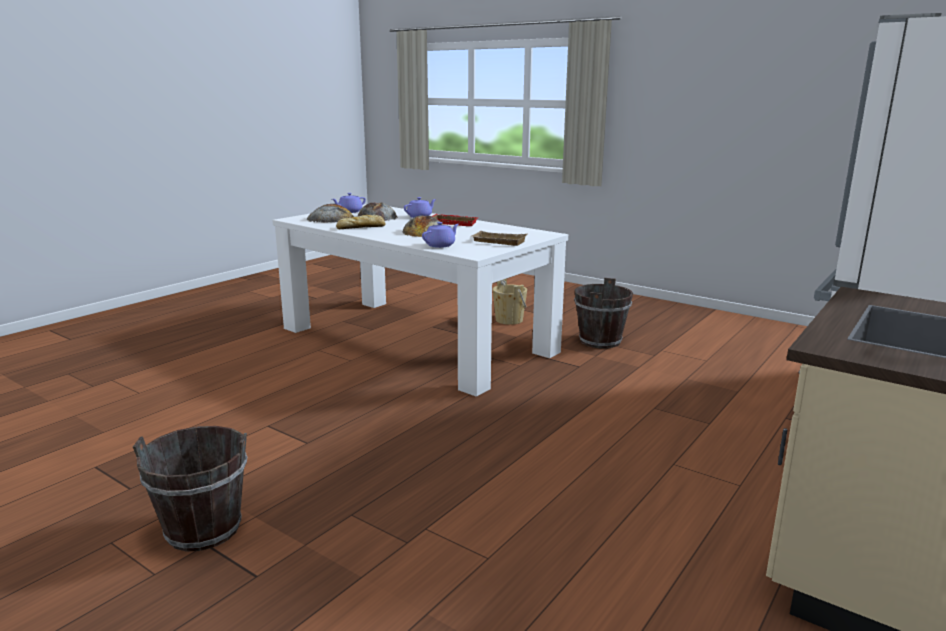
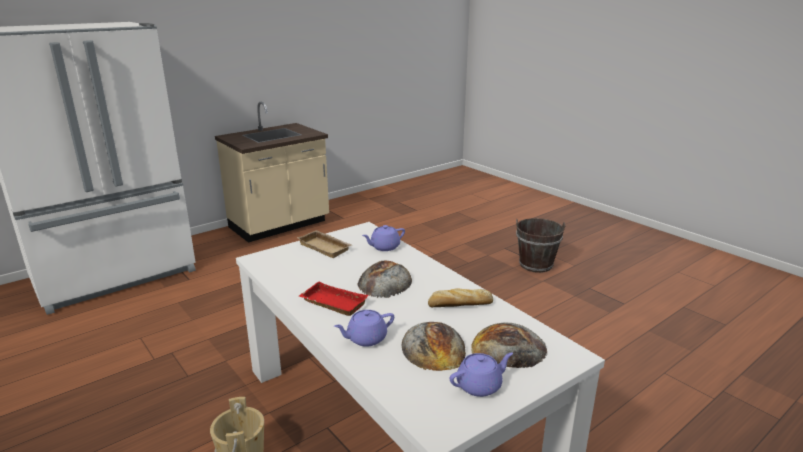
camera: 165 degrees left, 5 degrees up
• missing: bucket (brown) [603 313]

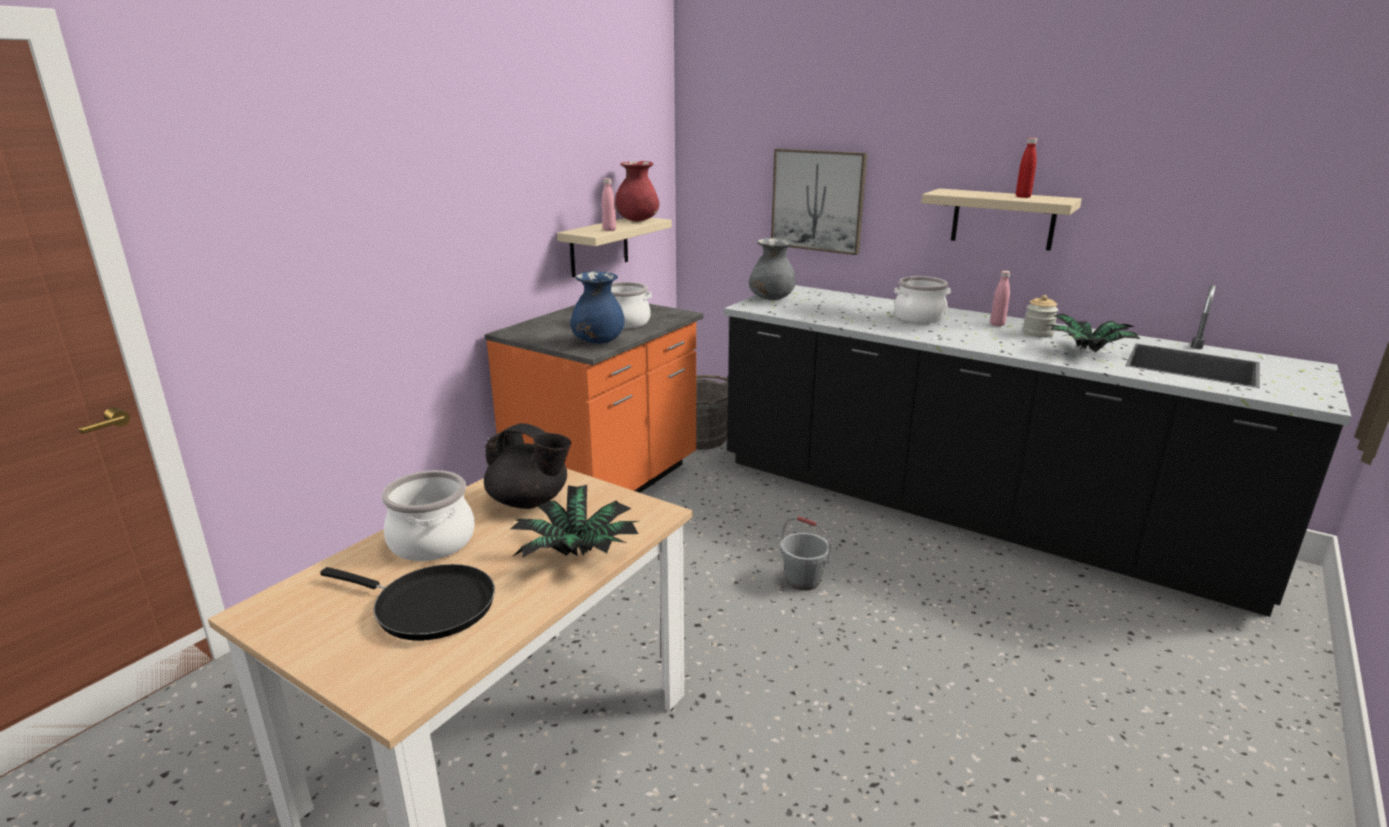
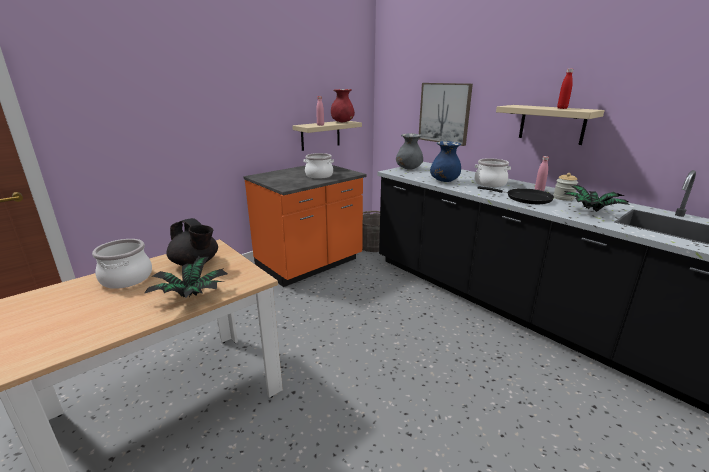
camera: 15 degrees right, 0 degrees up
• relocated: frying pan (black) [407 602] to [516 195]
• relocated: vase (blue) [597 307] to [445 161]
• missing: bucket (grey) [805 553]

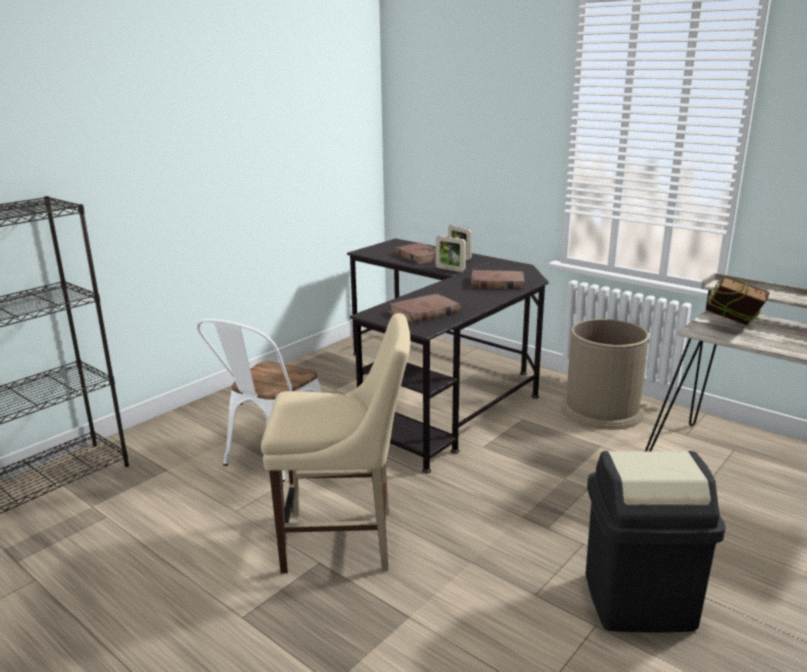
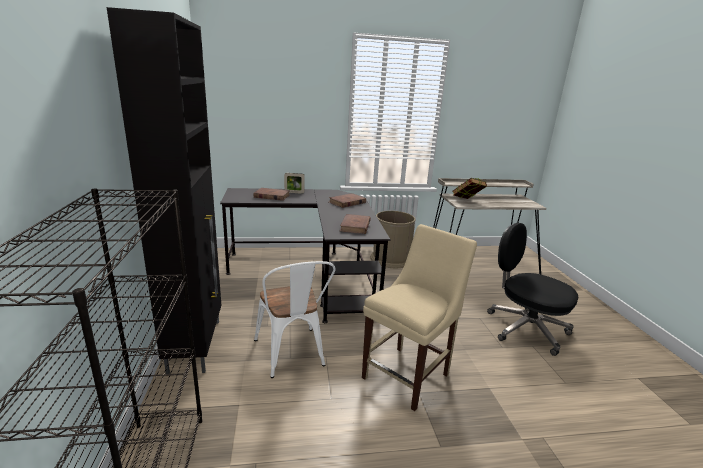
camera: 50 degrees left, 0 degrees up
• missing: picture frame [451 253]
• exchanged: trash can (black) [656 541] to office chair (black) [532 289]
• appeared: cabinet (black) [164 190]

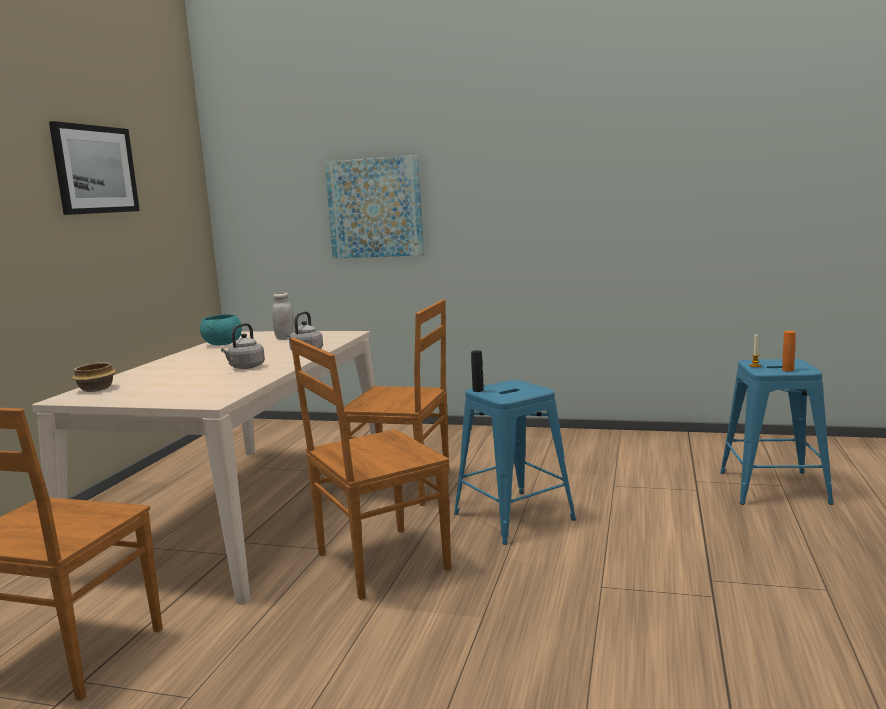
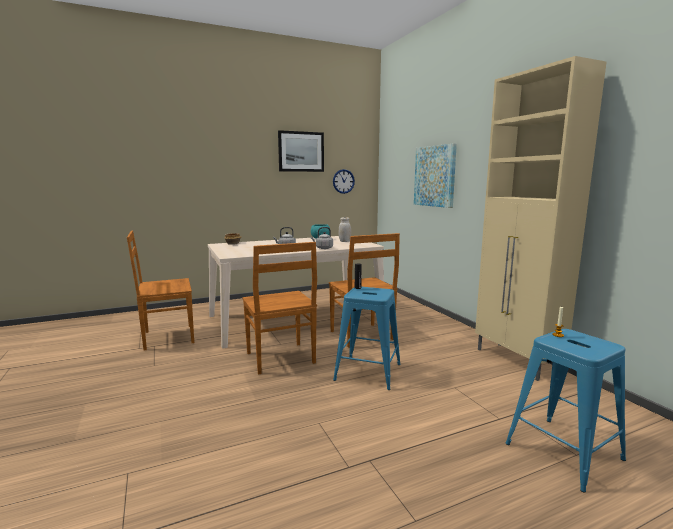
camera: 50 degrees right, 0 degrees up
• spun: chair (brown) [370 468] = [279 308] 135 degrees counterclockwise
• missing: bottle (orange) [789 351]
• appeared: wall clock [344 181]
• appeared: cabinet (beige) [541 218]

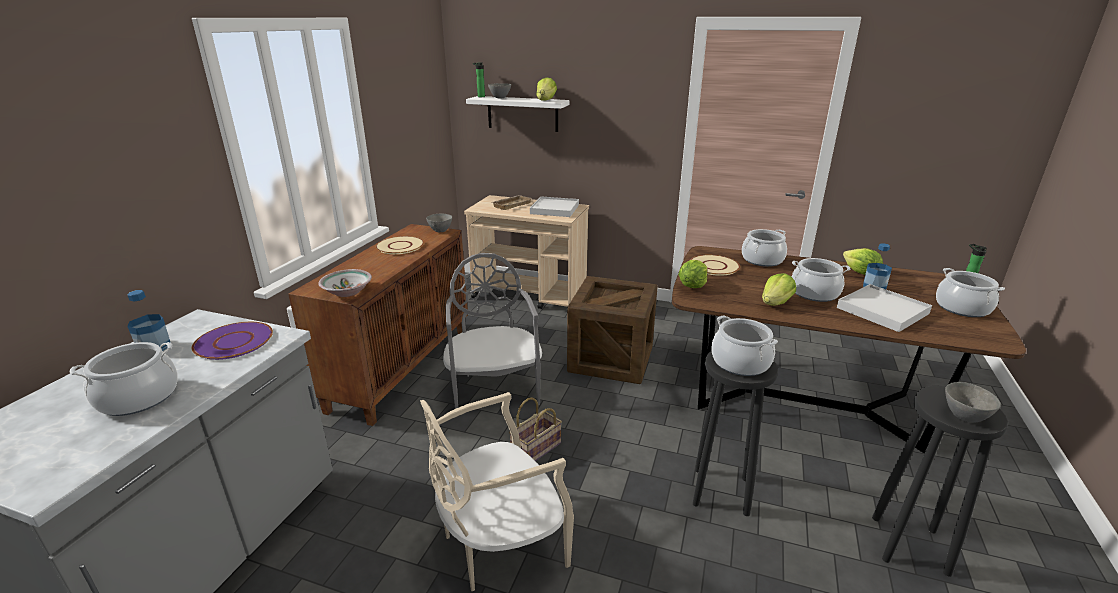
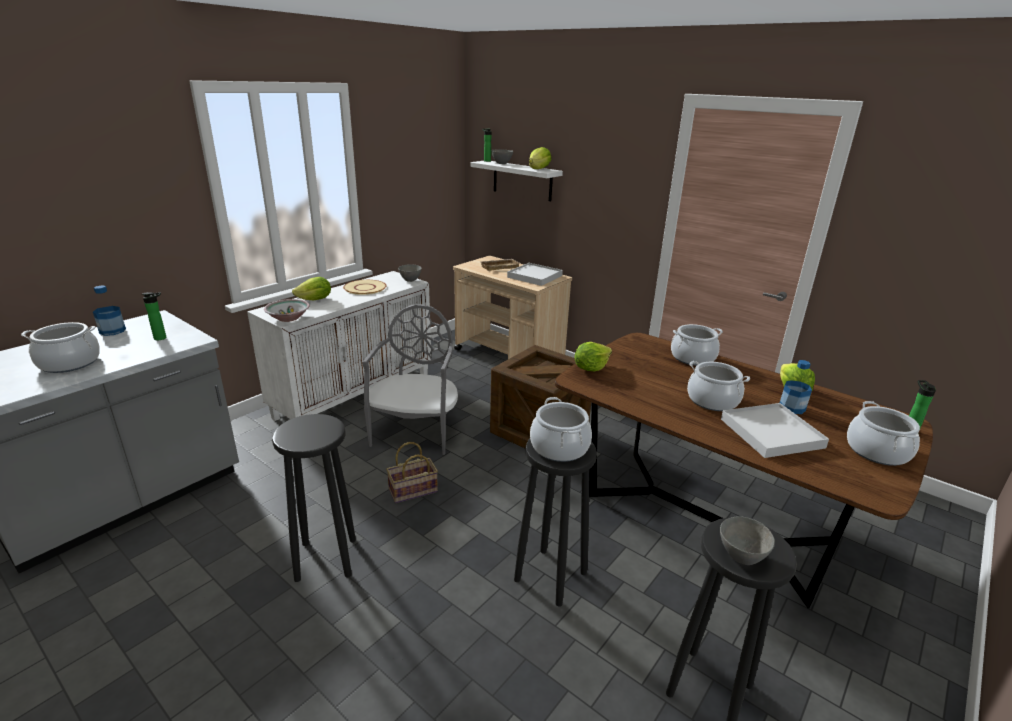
camera: 20 degrees right, 0 degrees up
• exchanged: plate (purple) [232 341] to bottle [154 316]
• colour: cabinet (brown) [378 325] to cabinet (white) [339 346]
• exchanged: chair (beige) [497 491] to stool (black) [314 498]
• missing: plate (beige) [715 265]
• relocated: lettuce [779 289] to [311 288]

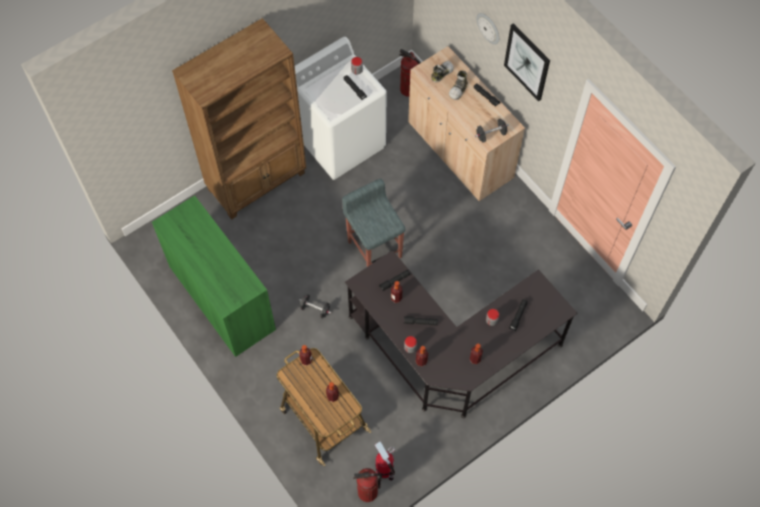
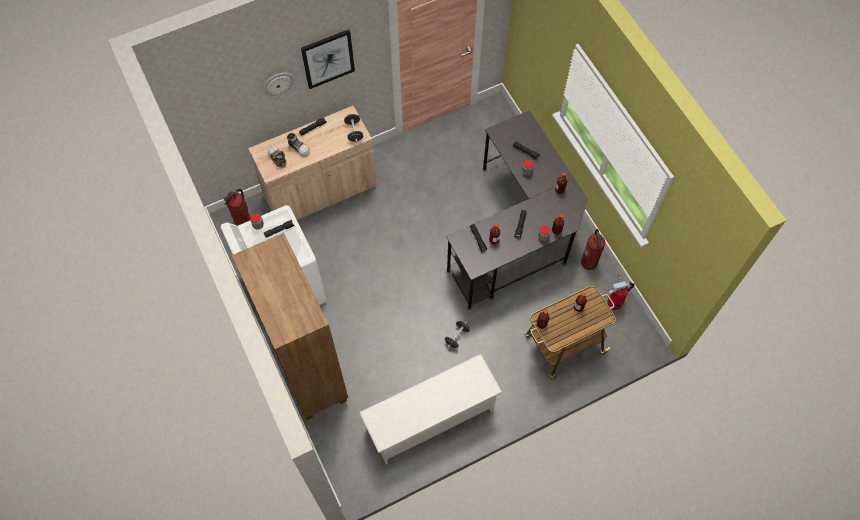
camera: 80 degrees left, 0 degrees up
• exchanged: cabinet (green) [214 276] to shoe rack (white) [430 409]
• missing: stool (grey) [374 223]
• relocated: fire extinguisher [367 485] to [593 249]

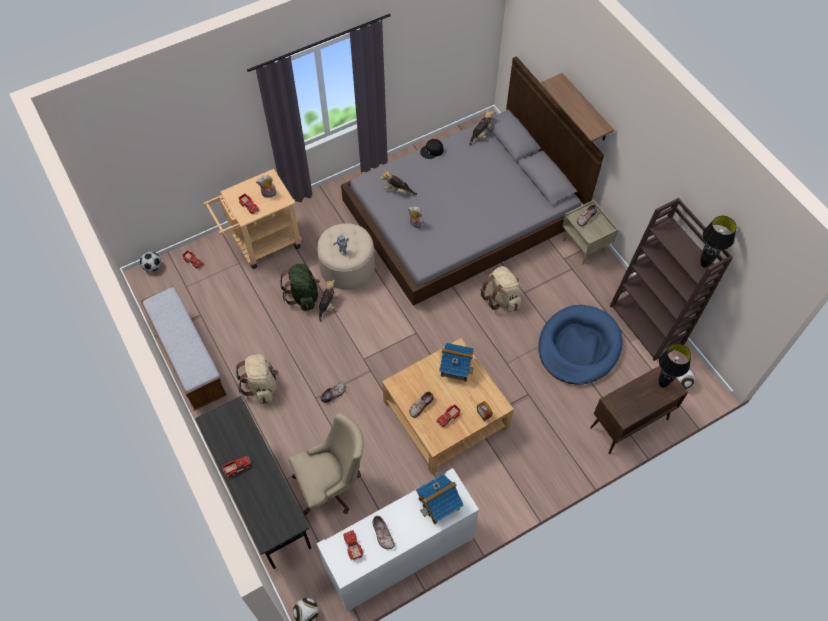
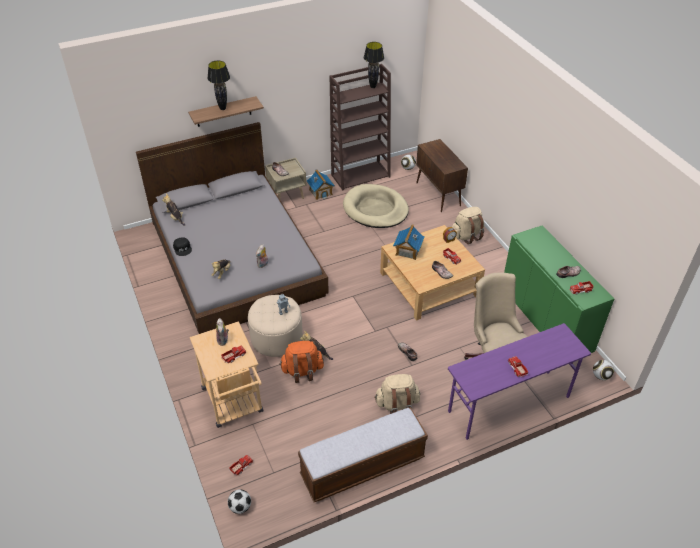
camera: 85 degrees left, 15 degrees down
• colour: desk (grey) [253 482] to desk (purple) [519 381]
• colour: backpack (green) [300 287] to backpack (orange) [301 362]
• colour: cabinet (white) [397 540] to cabinet (green) [559 289]
• relocated: toy house [440 499] to [321 184]
• relocated: backpack (beige) [501 289] to [468 225]
• colour: dog bed (blue) [580 345] to dog bed (beige) [376 206]
• relocated: table lamp (black) [675 366] to [218 85]

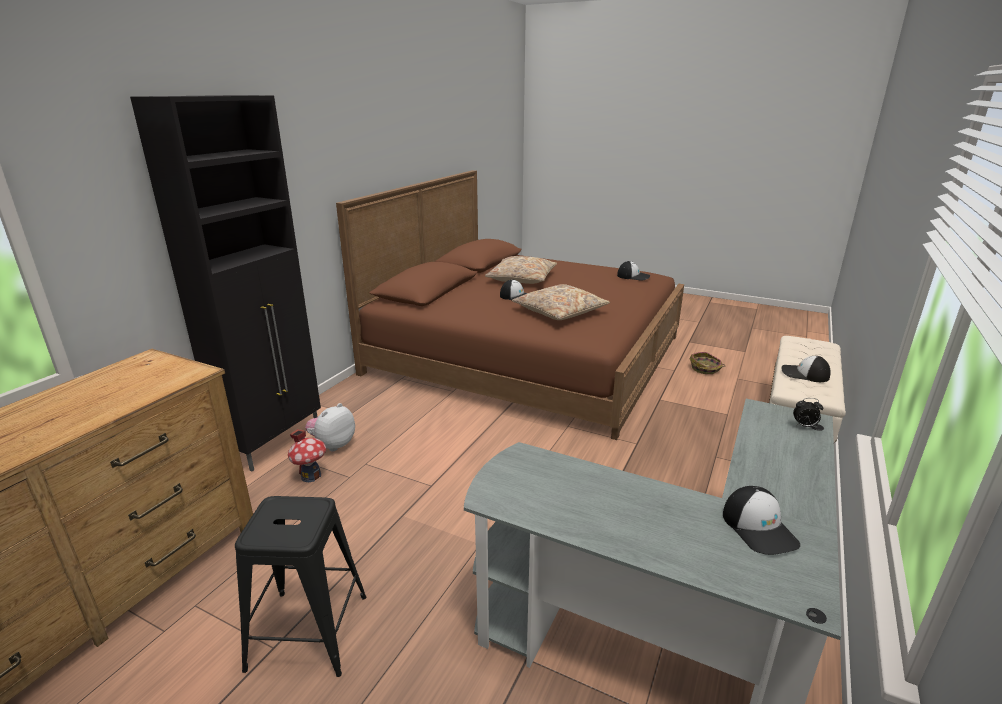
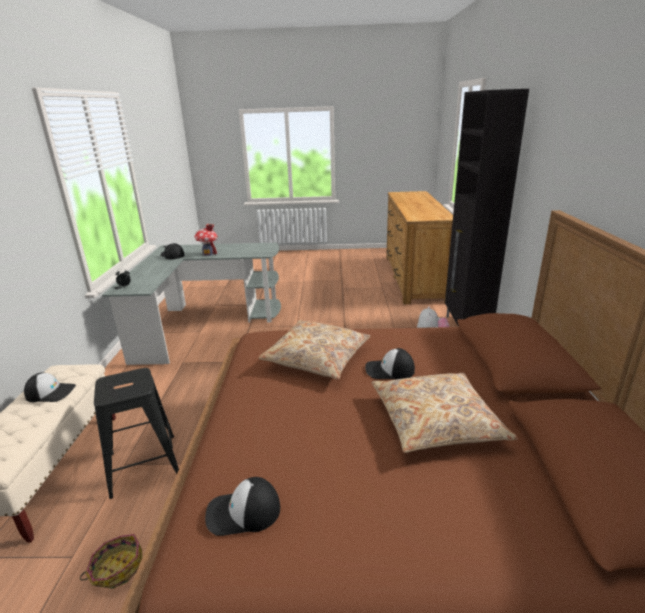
camera: 155 degrees right, 0 degrees up
• relocated: stool (black) [300 586] to [136 433]
• relocated: toy house [307 455] to [206 240]

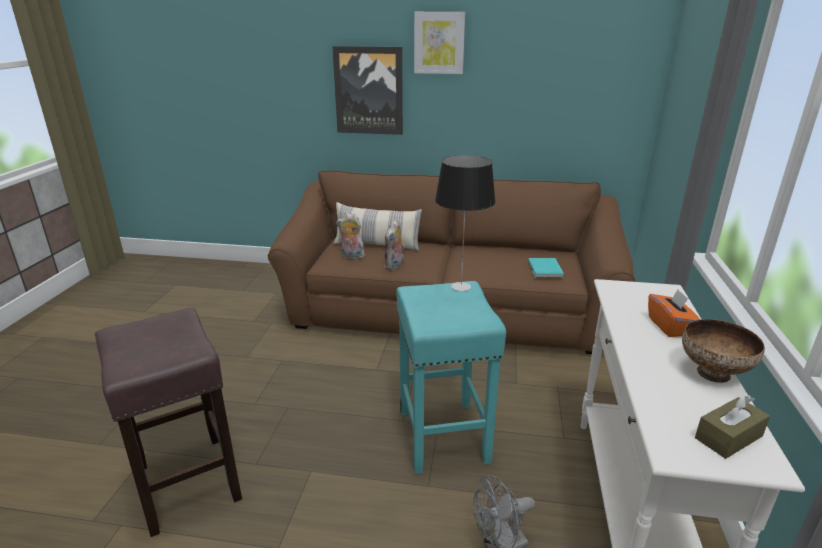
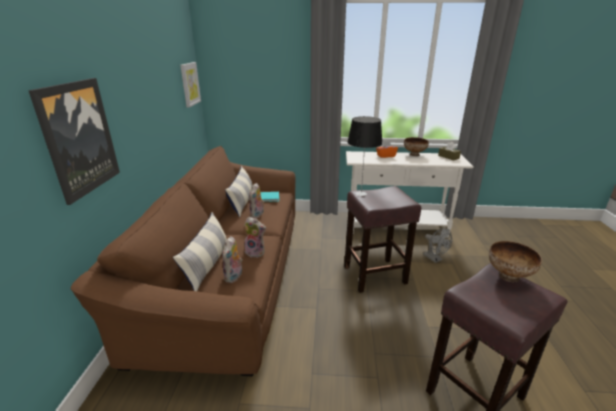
camera: 95 degrees left, 0 degrees up
• colour: stool (turquoise) [451 377] to stool (brown) [382 239]
• relocated: picture [439 43] to [190 85]
• appeared: pillow [239 191]
• appeared: plush toy [256 200]
• appeared: bowl [515 261]

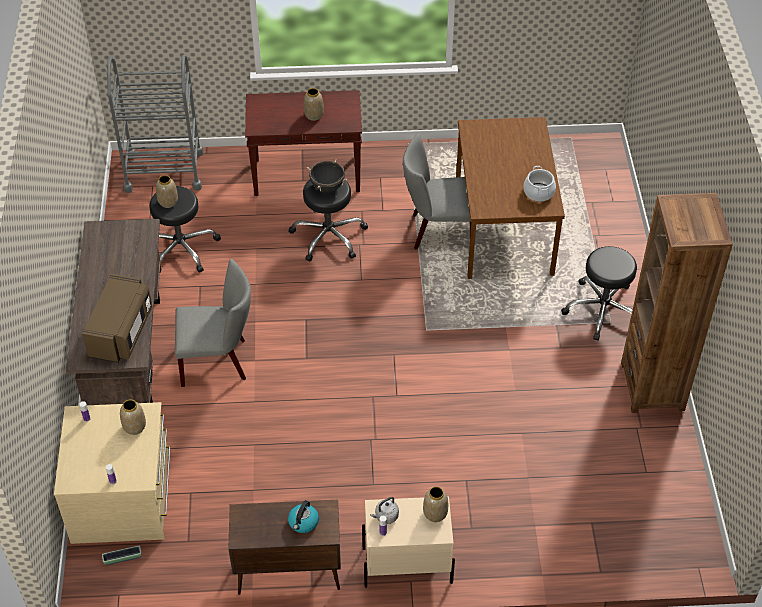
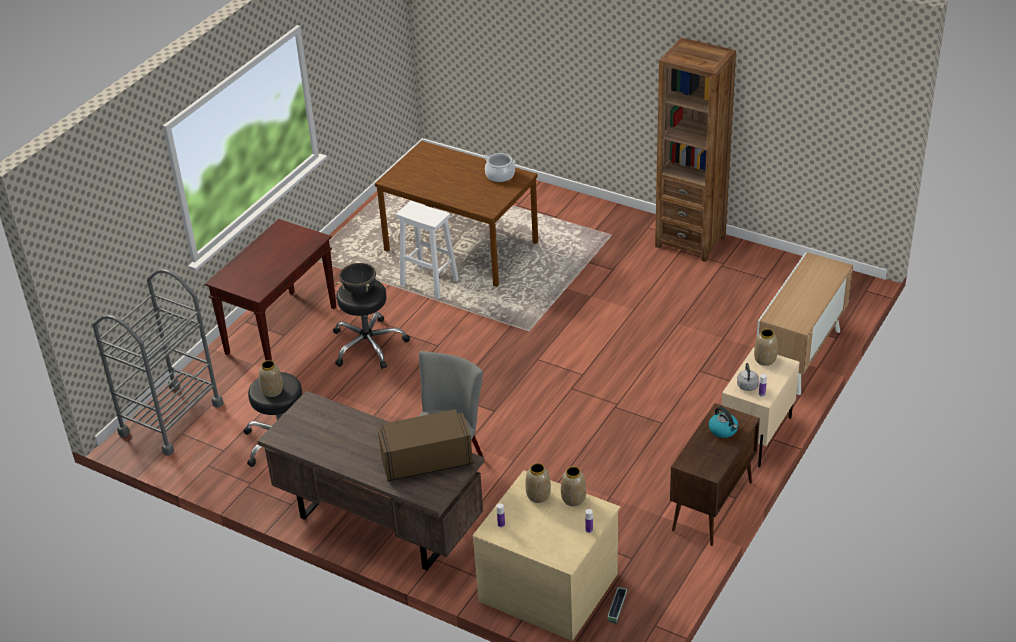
camera: 55 degrees left, 10 degrees down
• spun: microwave (brown) [117 318] = [425 445] 60 degrees counterclockwise
• relocated: vase [314 104] to [573 486]
• exchanged: chair (grey) [437 191] to stool (white) [427 250]
• missing: stool (black) [599 293]
• appeared: cabinet [805 323]

